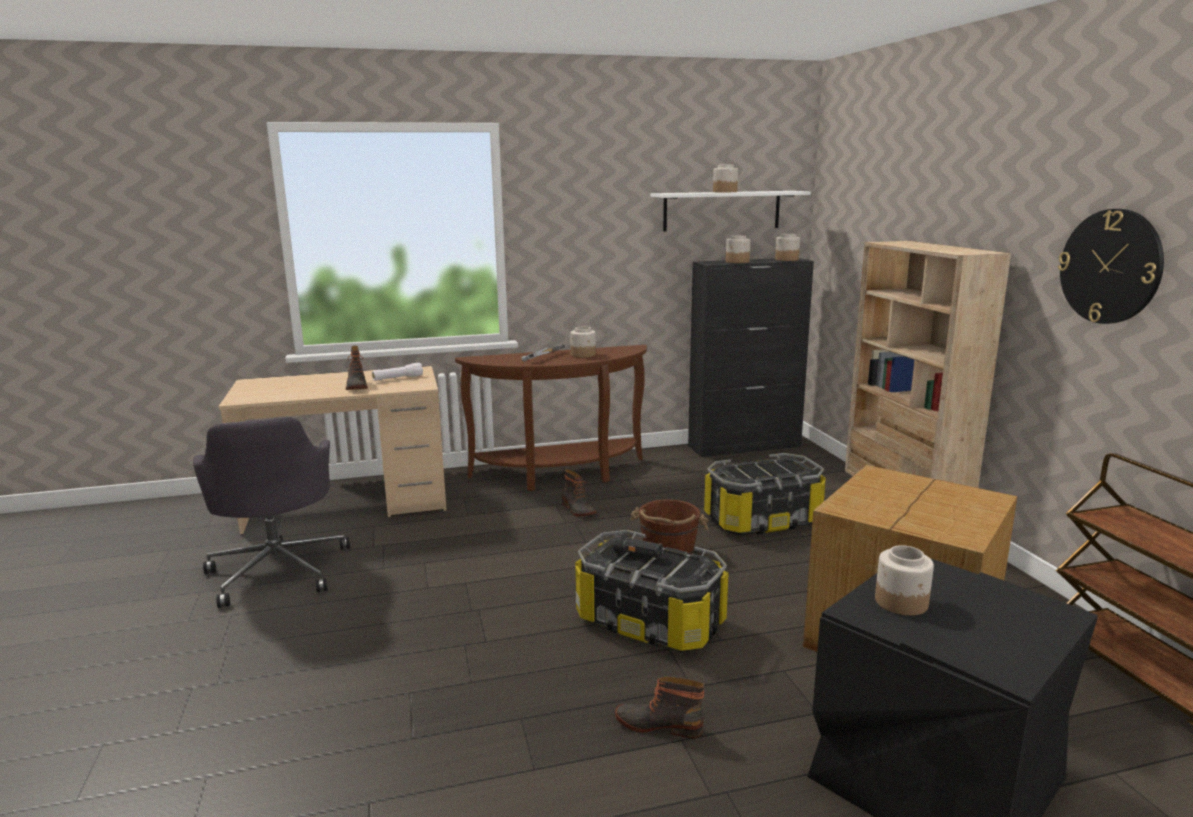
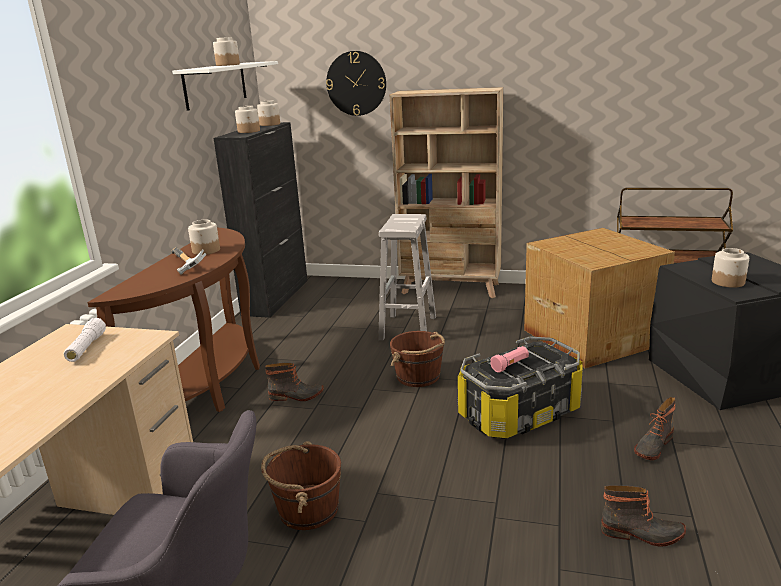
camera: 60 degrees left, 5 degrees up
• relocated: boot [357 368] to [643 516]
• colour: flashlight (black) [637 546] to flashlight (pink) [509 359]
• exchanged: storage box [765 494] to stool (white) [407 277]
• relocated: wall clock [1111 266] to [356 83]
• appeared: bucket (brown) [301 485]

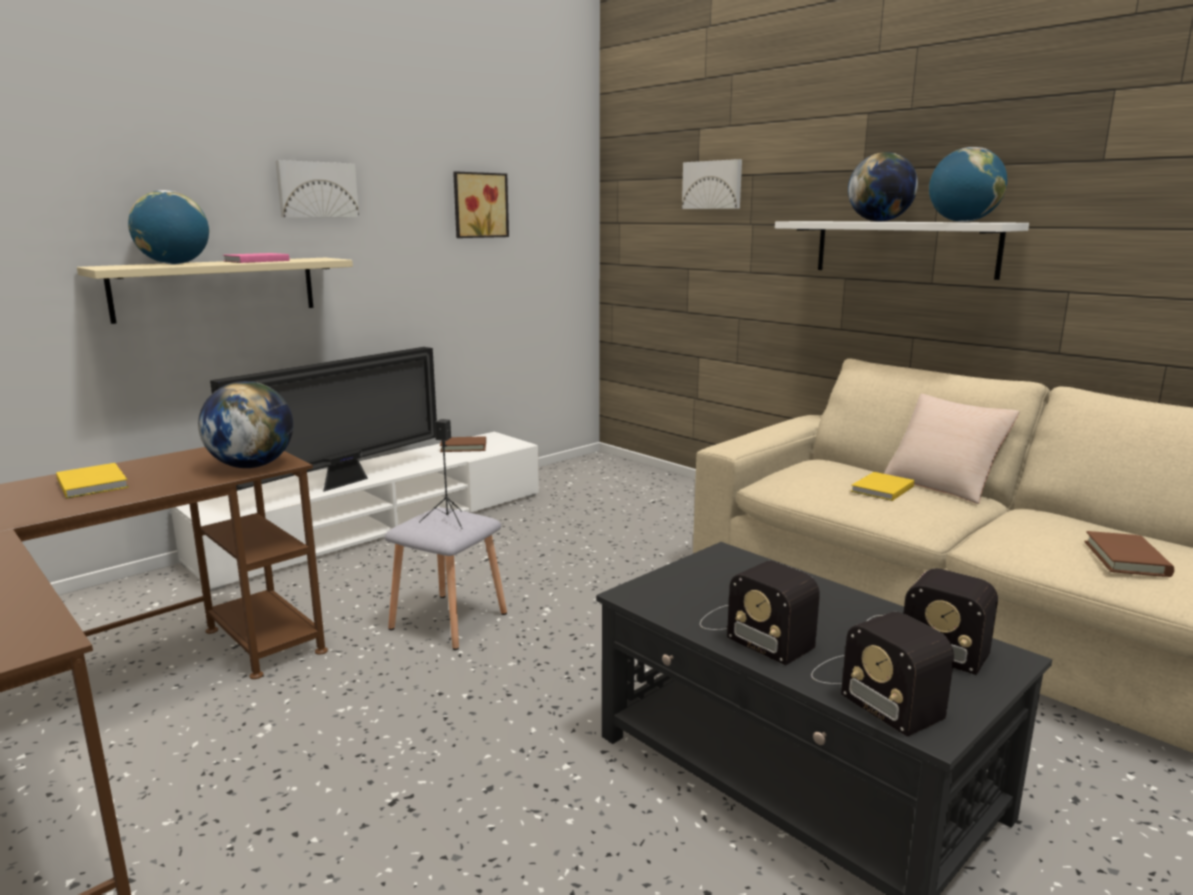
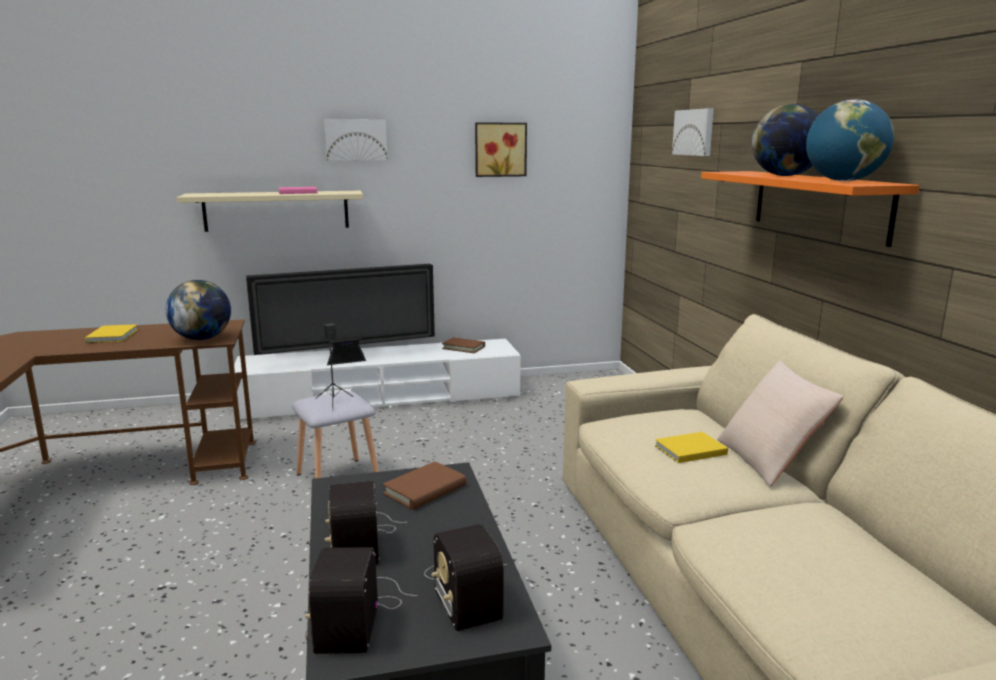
camera: 30 degrees right, 0 degrees up
• missing: globe [168 227]
• colour: shelf (white) [902 250] to shelf (orange) [810 209]
• relocated: book (brown) [1129 554] to [424 485]

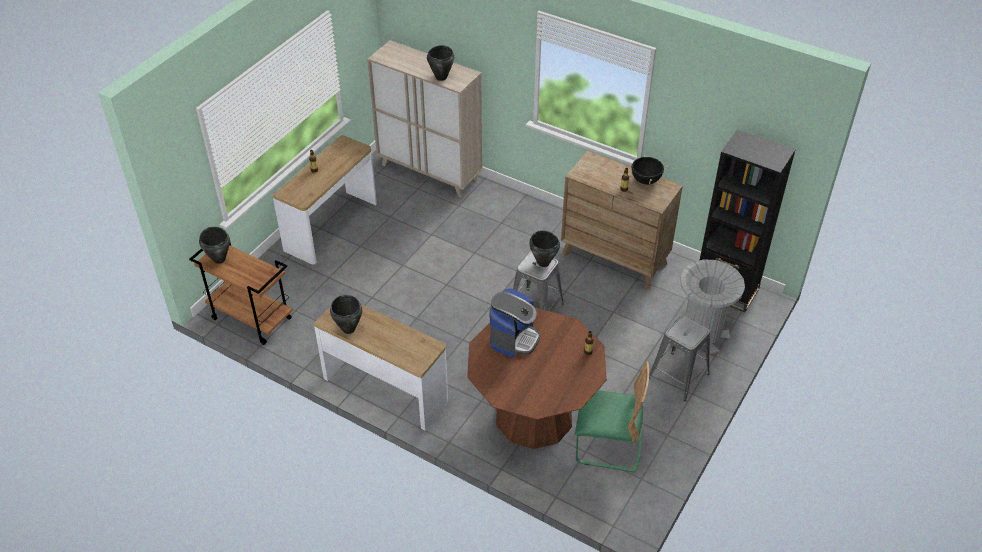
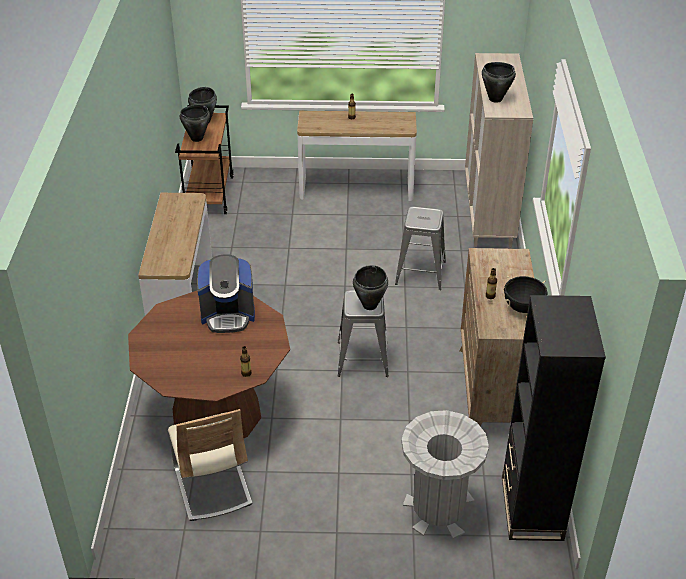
camera: 60 degrees right, 5 degrees down
• relocated: cooking pot (black) [346 314] to [195 123]
• colour: chair (green) [612 416] to chair (beige) [210 465]
• relocated: stool (grey) [679 358] to [420 248]

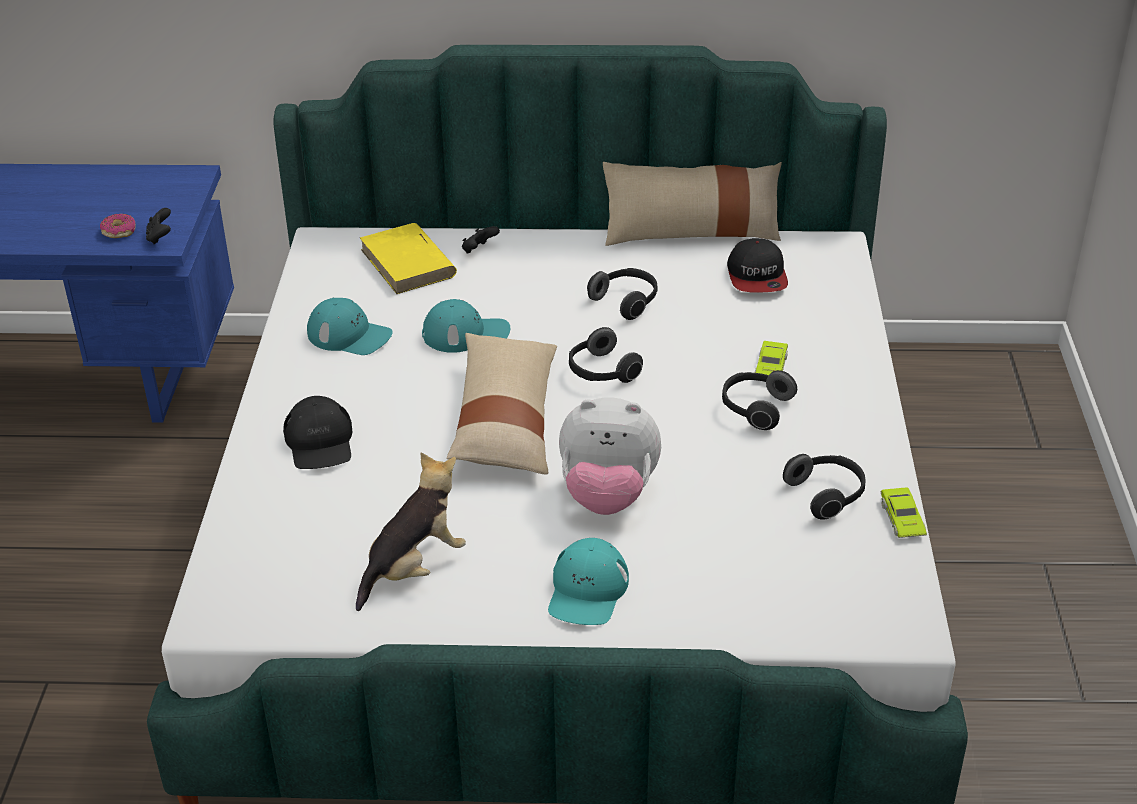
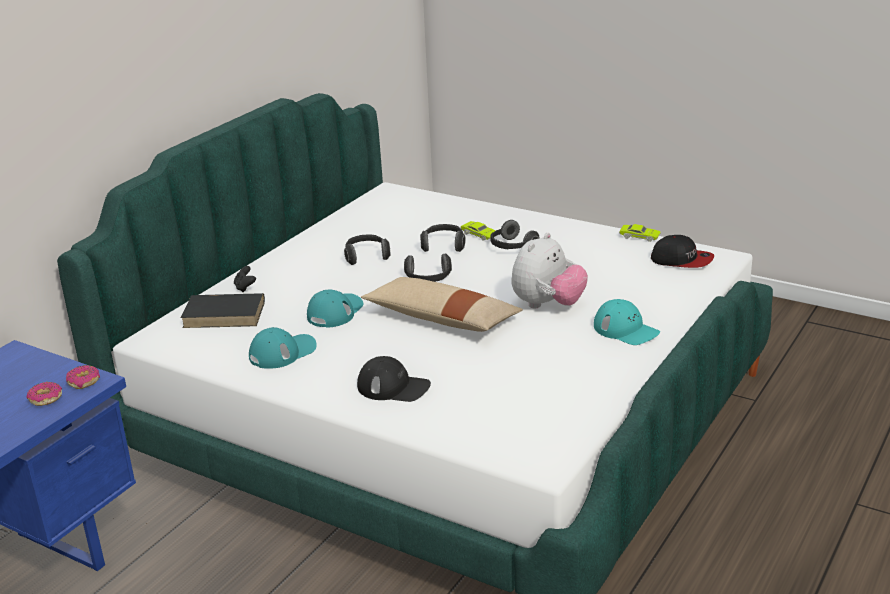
camera: 60 degrees left, 10 degrees down
• exchanged: game controller (black) [158 226] to donut [83 377]
• missing: plush toy [411 532]
• colour: book (yellow) [408 258] to book (black) [223 310]
• missing: pillow (beige) [692 204]
• relocated: cap [757 265] to [682 251]
• relocated: headphones [824 487] to [443 238]

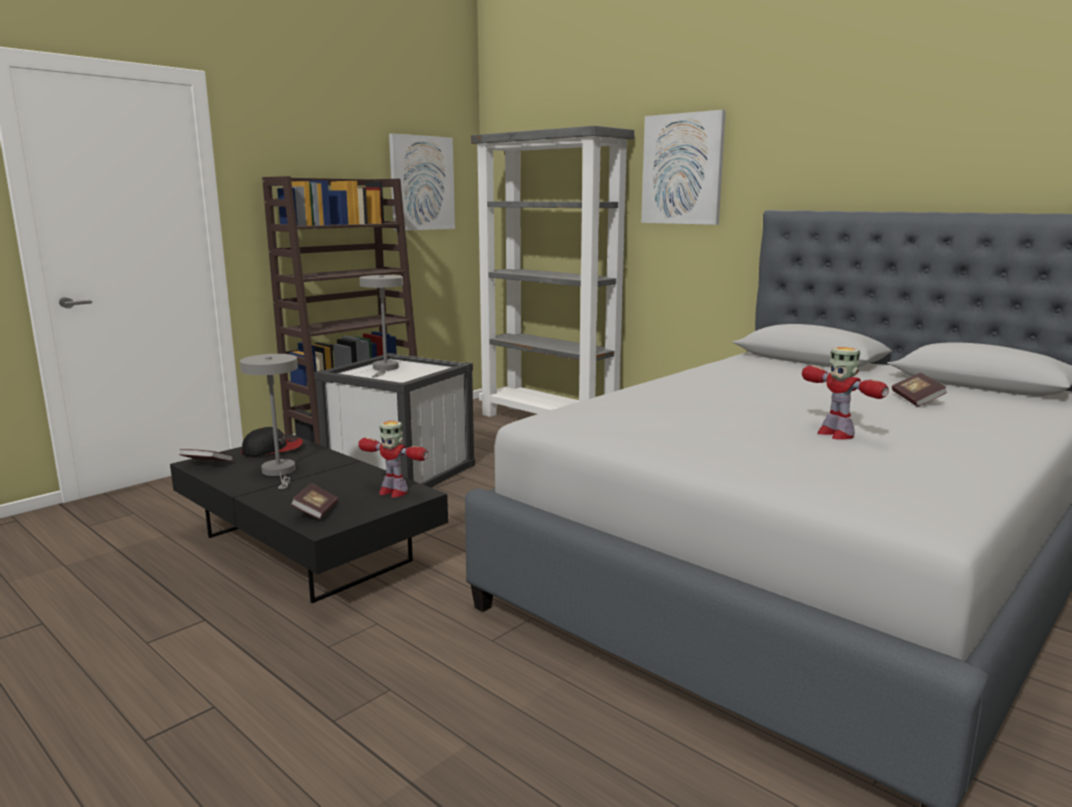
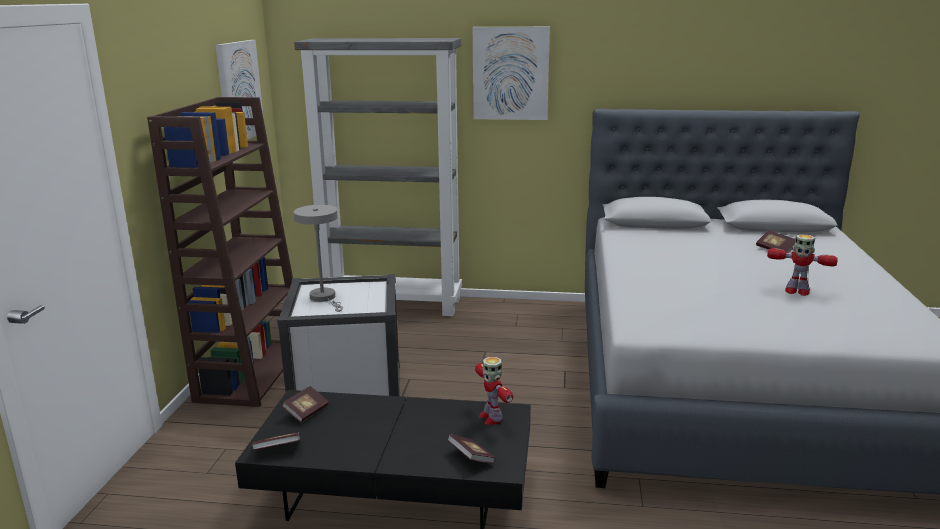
camera: 35 degrees left, 5 degrees up
• missing: table lamp (grey) [269 421]
• exchanged: cap [272 441] to book [305 404]
• spun: toy robot [393 459] = [494 391] 75 degrees clockwise

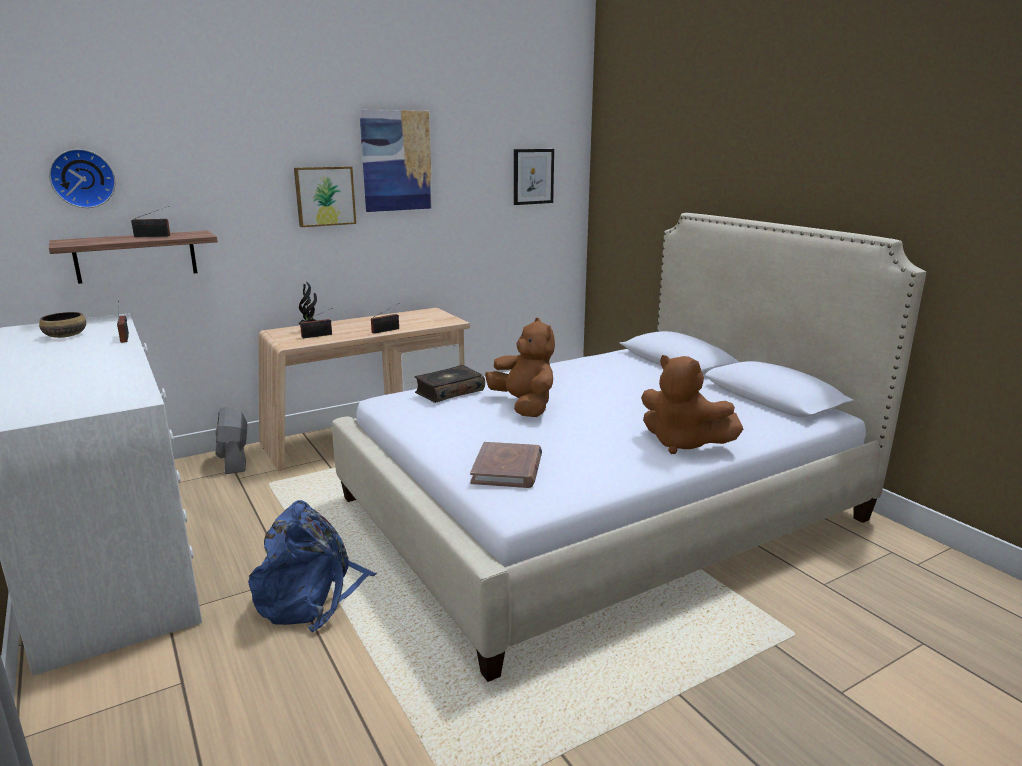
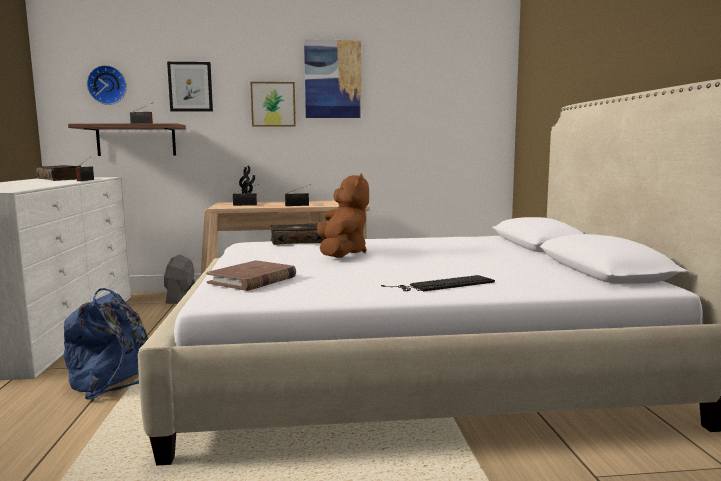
camera: 25 degrees right, 10 degrees down
• exchanged: bowl [62 325] to book [58 173]
• relocated: picture [534 177] to [190 86]
• exchanged: plush toy (brown) [692 404] to keyboard [438 283]

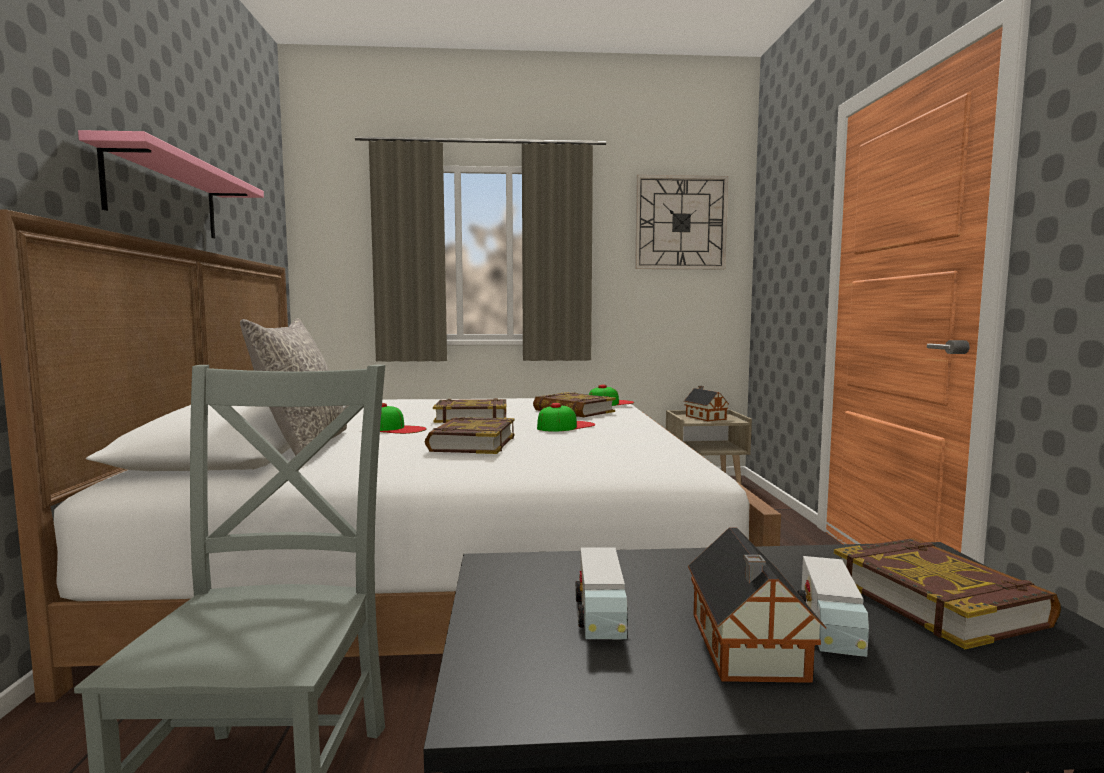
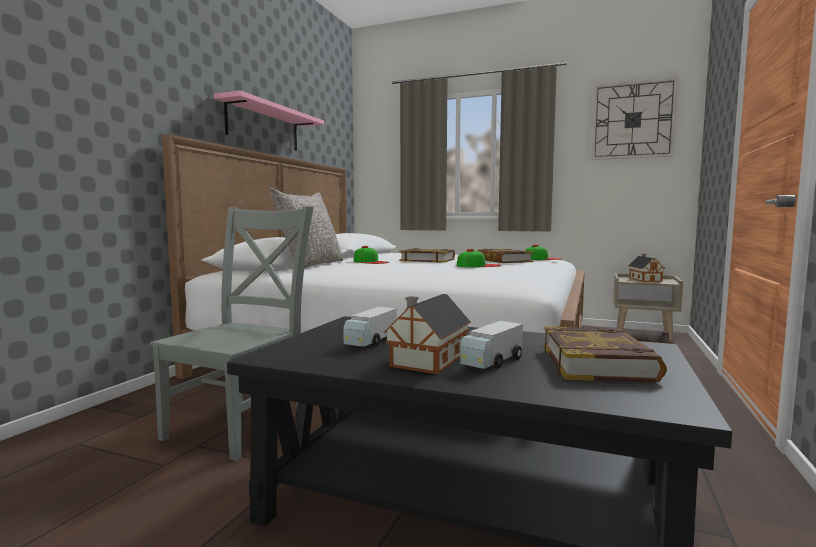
camera: 25 degrees right, 0 degrees up
• missing: book [470 435]

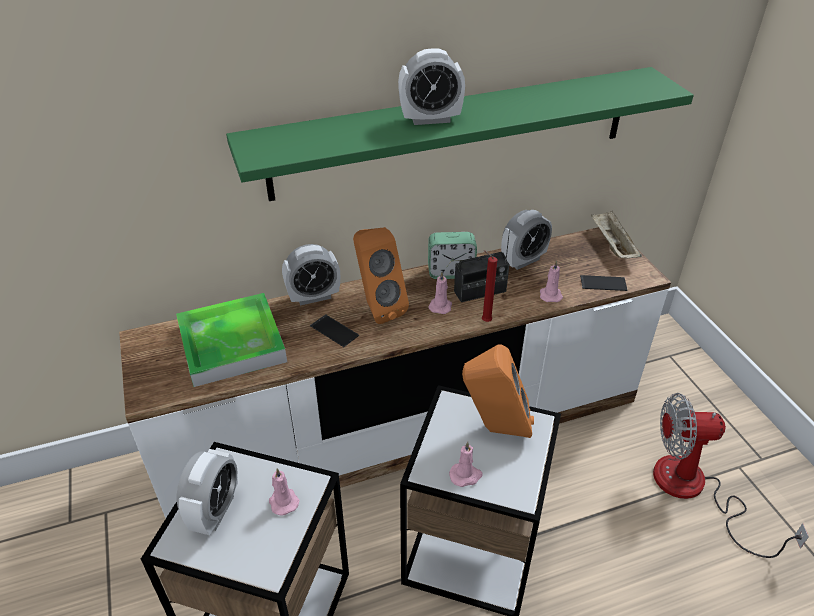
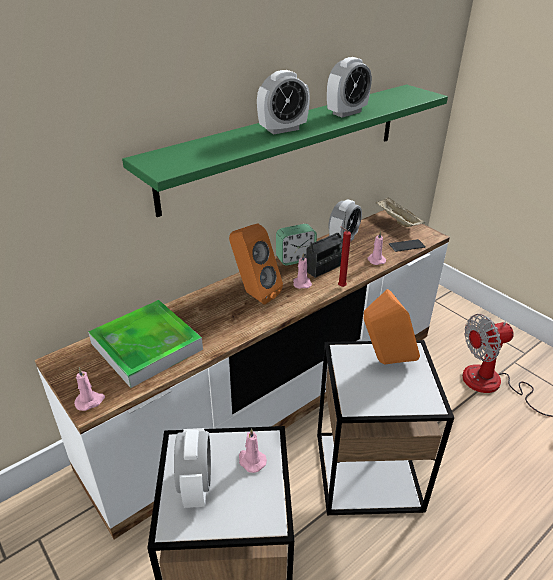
camera: 20 degrees left, 5 degrees down
• relocated: alarm clock [311 275] to [349 87]
• missing: phone [334 330]
• relocated: candle (pink) [466 464] to [89 389]

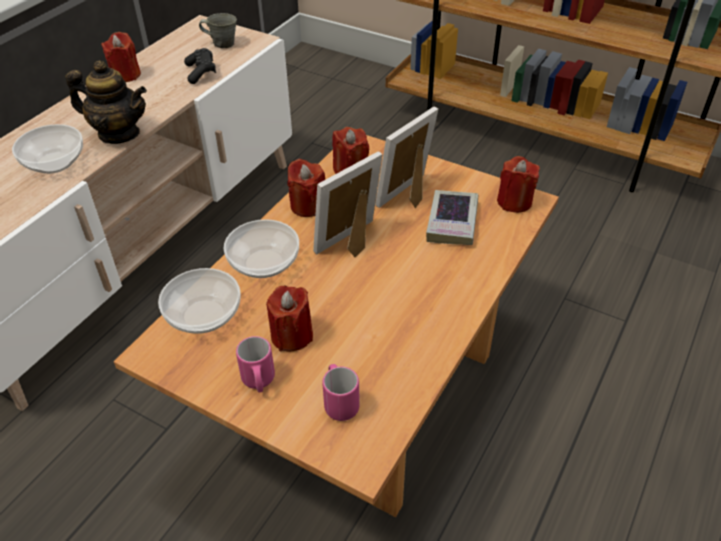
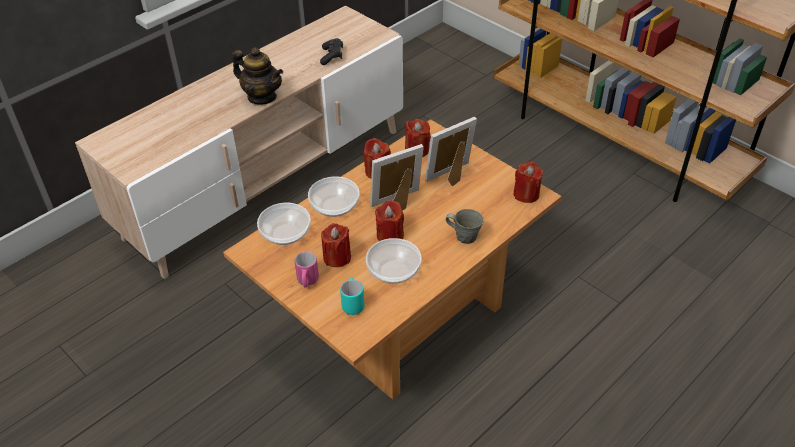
camera: 15 degrees right, 0 degrees up
• relocated: bowl [47 149] to [394 261]
• relocated: candle (red) [121 57] to [389 220]
• relocated: mug (grey) [218 30] to [465 226]
• colour: mug (pink) [341 392] to mug (turquoise) [352 296]
• missing: book [452 217]

